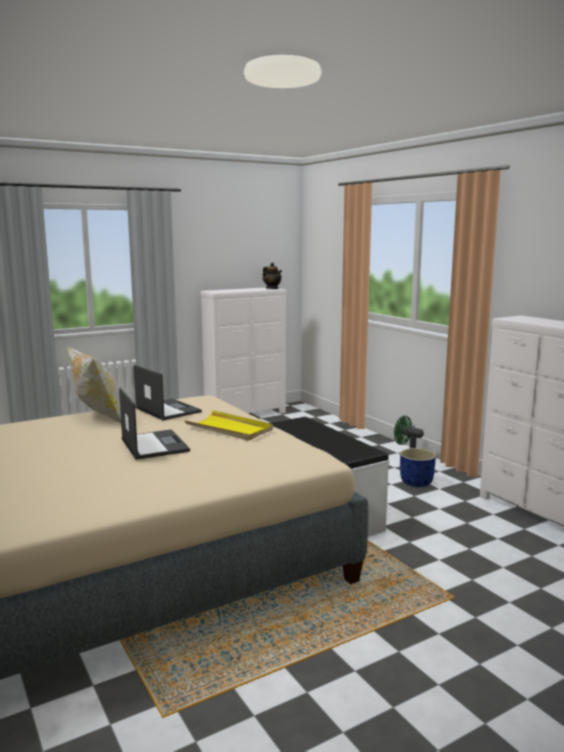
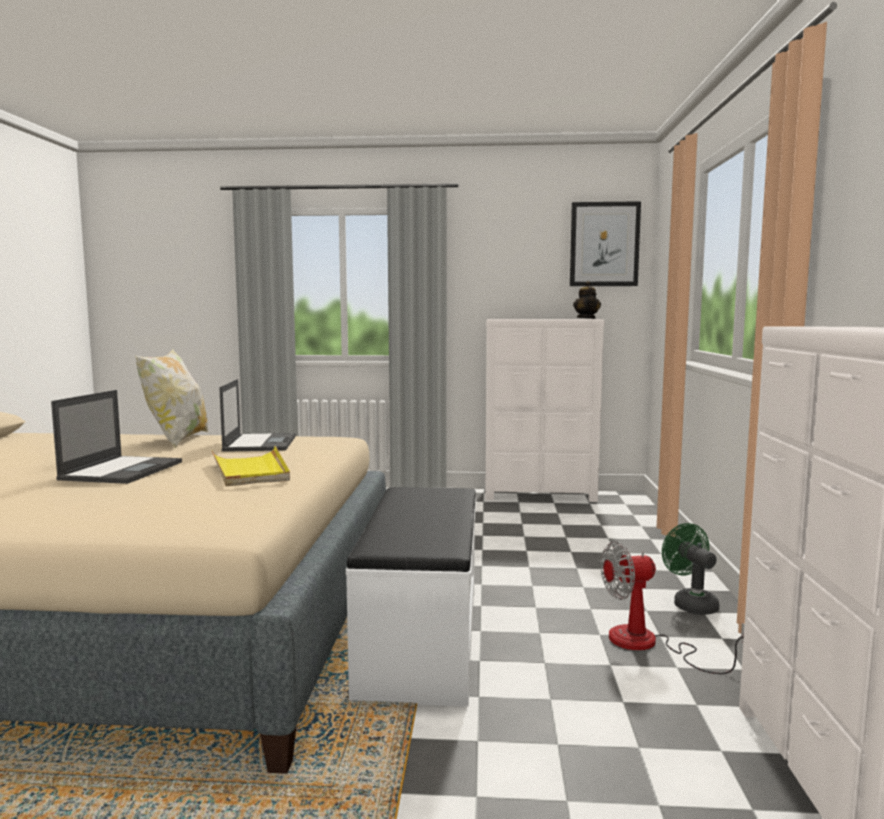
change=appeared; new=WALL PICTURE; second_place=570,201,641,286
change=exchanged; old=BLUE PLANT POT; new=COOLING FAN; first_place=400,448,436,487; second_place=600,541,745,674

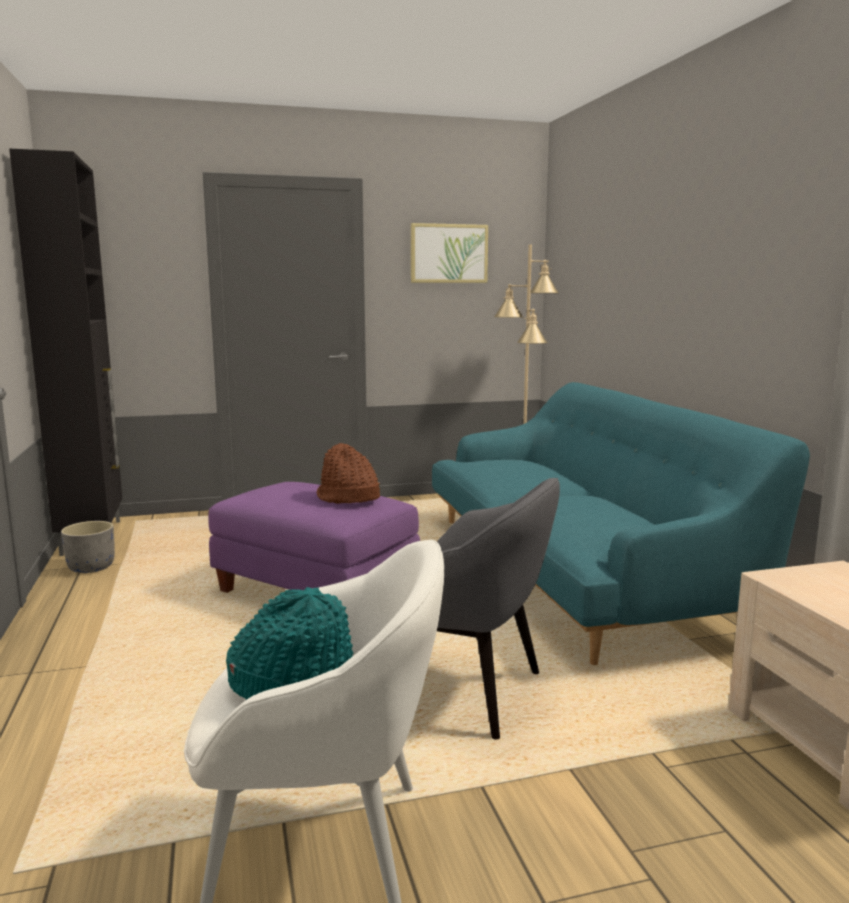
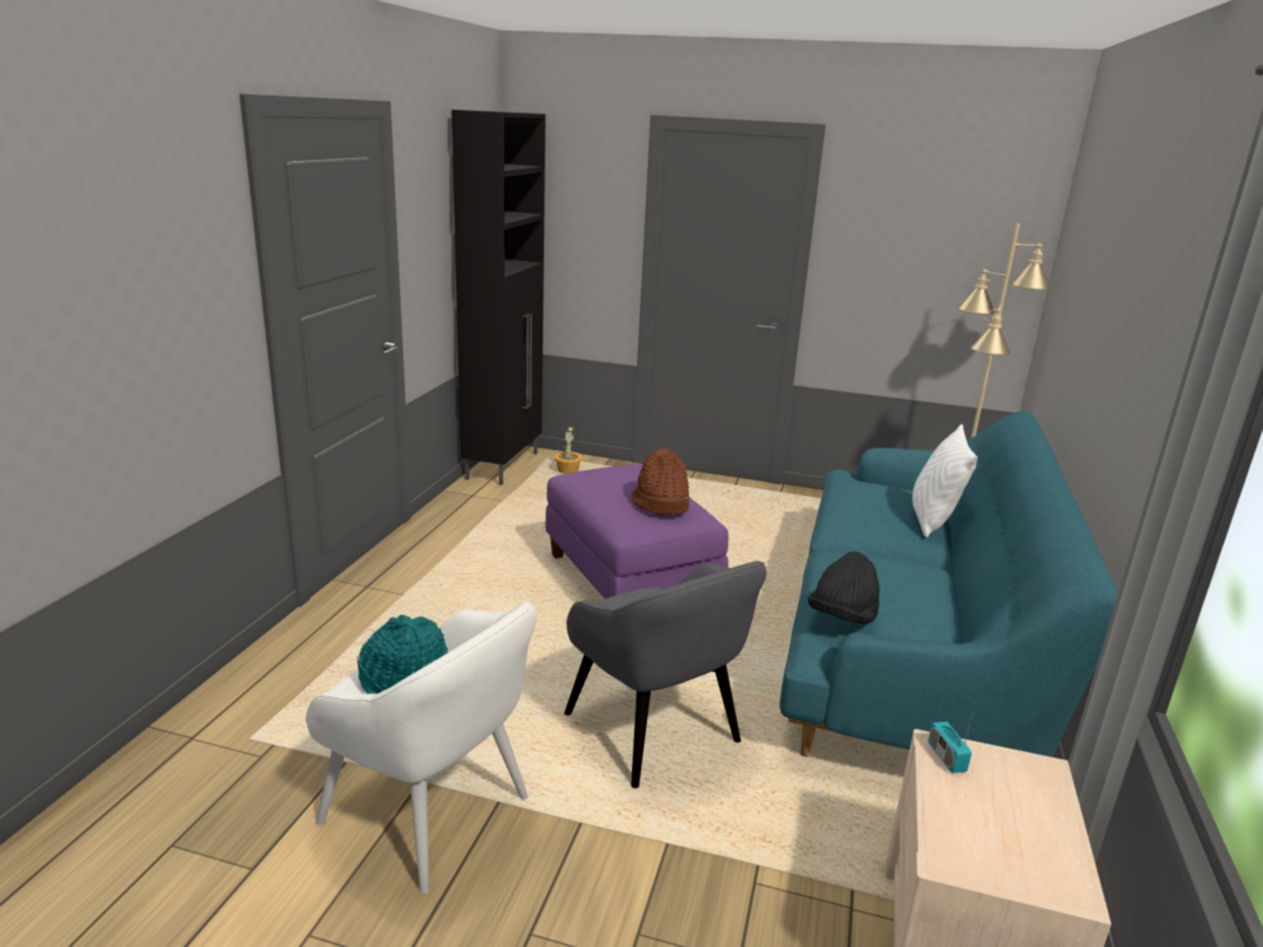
change=appeared; new=PLANT IN A POT; second_place=554,426,583,474
change=appeared; new=BLACK-COLOURED WEARABLE HAT; second_place=808,551,880,624
change=appeared; new=WHITE-COLOURED PILLOW; second_place=912,424,977,537
change=appeared; new=RADIO SET; second_place=928,707,974,773
change=missing; old=GREYISH PLANT POT; first_place=61,521,115,573
change=missing; old=WALL PICTURE; first_place=411,223,488,283

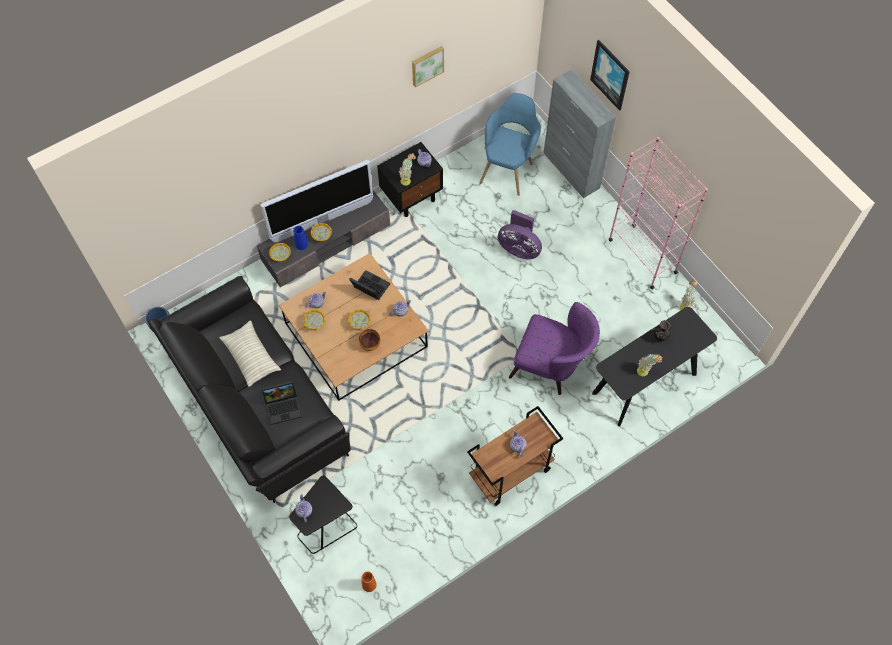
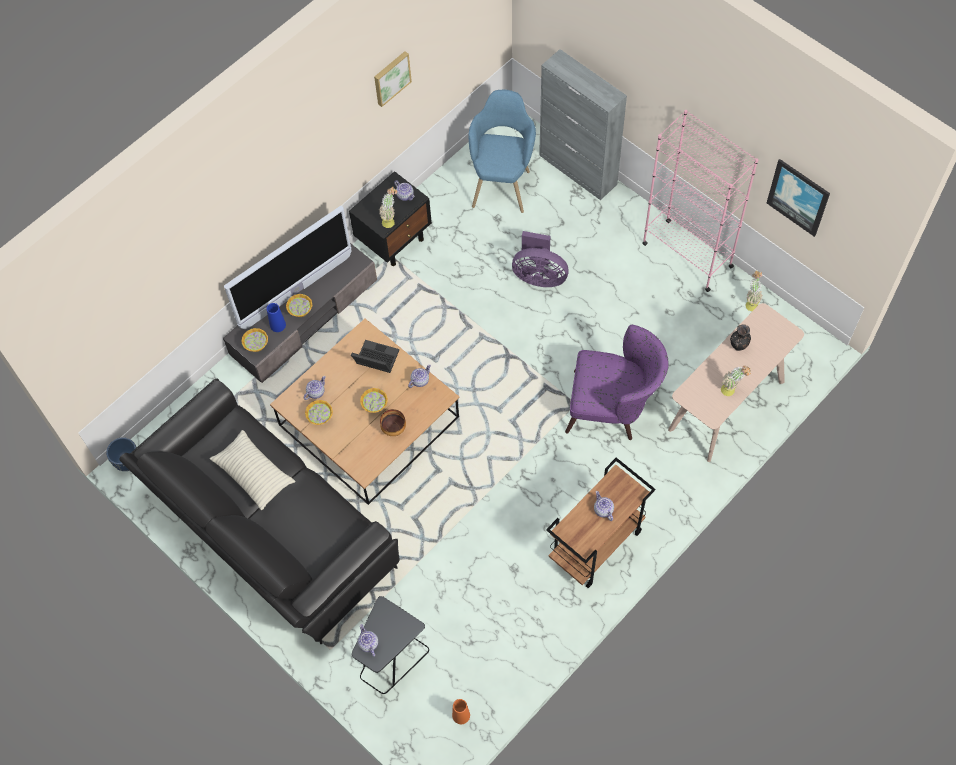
change=colour; old=BLACK-COLOURED HALL TABLE; new=BEIGE HALL TABLE; first_place=592,307,717,427; second_place=668,303,804,462
change=relocated; old=WALL PICTURE; first_place=590,40,630,111; second_place=767,159,830,237
change=missing; old=PORTABLE COMPUTER; first_place=261,381,302,425

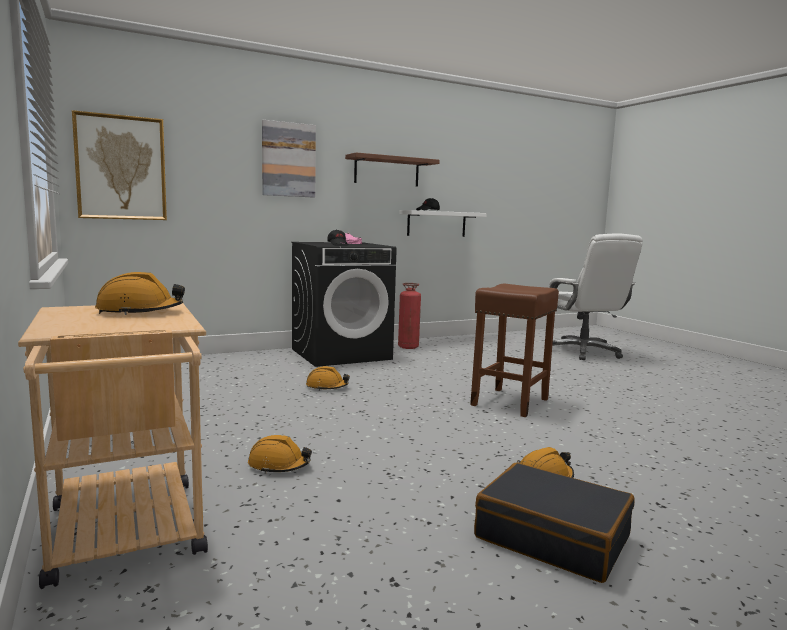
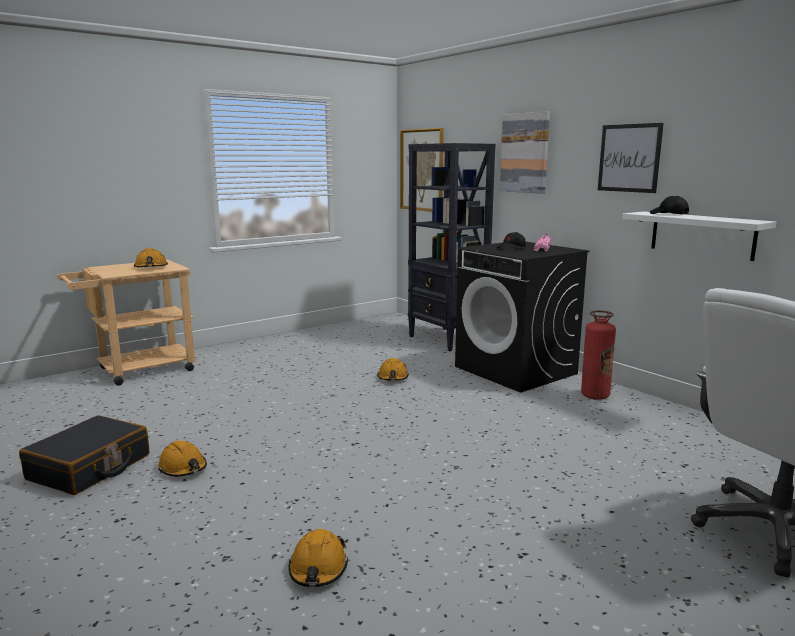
change=relocated; old=ORANGE HARD HAT; first_place=248,435,312,474; second_place=288,529,348,587
change=appeared; new=BLACK-COLOURED BOOKSHELF; second_place=408,143,495,351
change=exchanged; old=BROWN WALL SHELF; new=WALL PICTURE; first_place=345,152,440,187; second_place=598,123,664,193
change=missing; old=BROWN SITTING STOOL; first_place=470,284,559,417

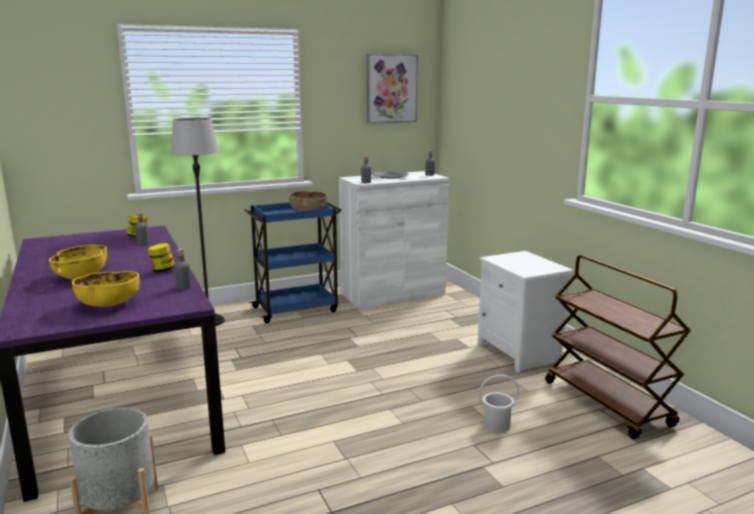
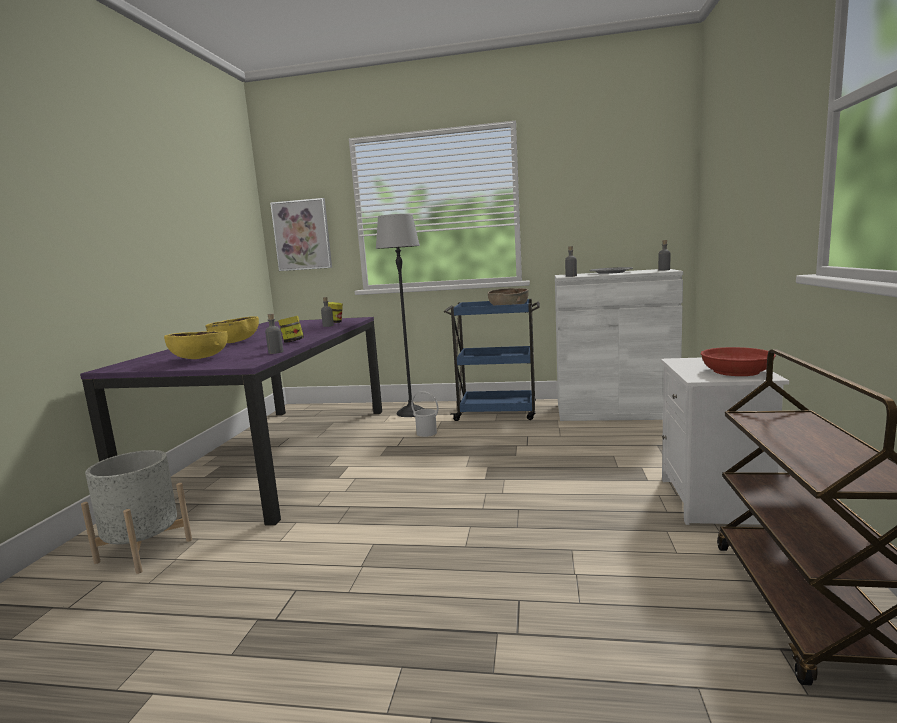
change=relocated; old=WALL PICTURE; first_place=367,54,418,124; second_place=270,198,332,271
change=relocated; old=WHITE-COLOURED PAIL; first_place=479,375,519,432; second_place=411,391,438,437
change=appeared; new=REDDISH DEEP DISH; second_place=701,347,776,376

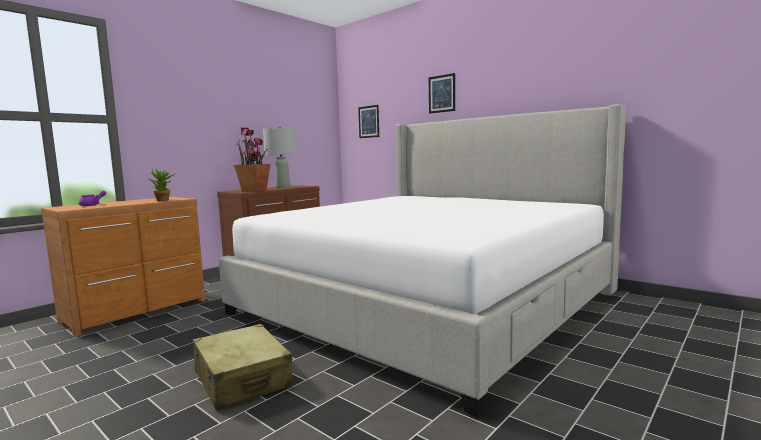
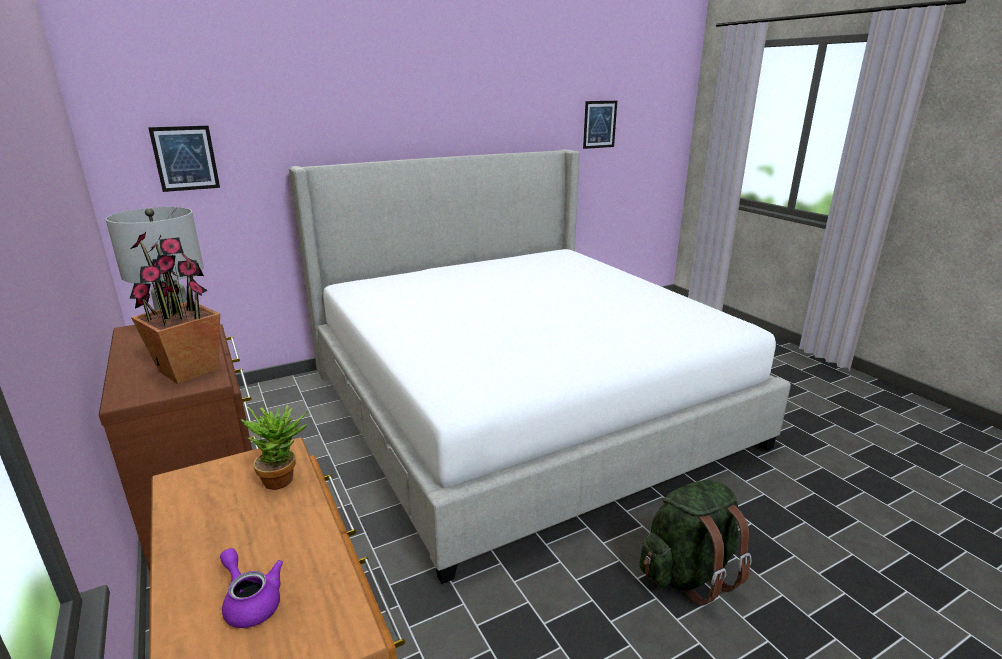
change=relocated; old=WALL PICTURE; first_place=429,73,455,114; second_place=583,101,617,149
change=exchanged; old=BEIGE PIECE OF LUGGAGE; new=GREEN-COLOURED RUCKSACK; first_place=193,324,293,410; second_place=640,480,752,606

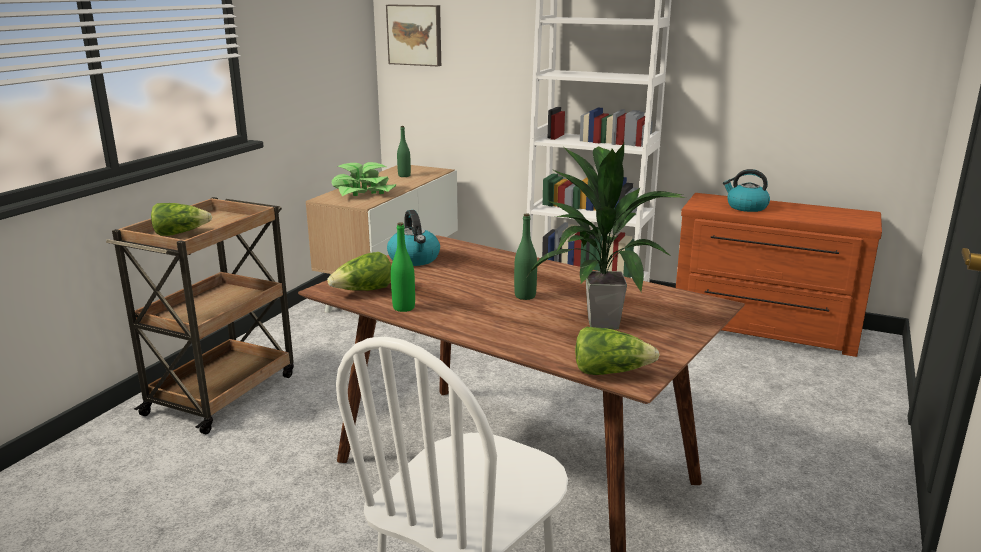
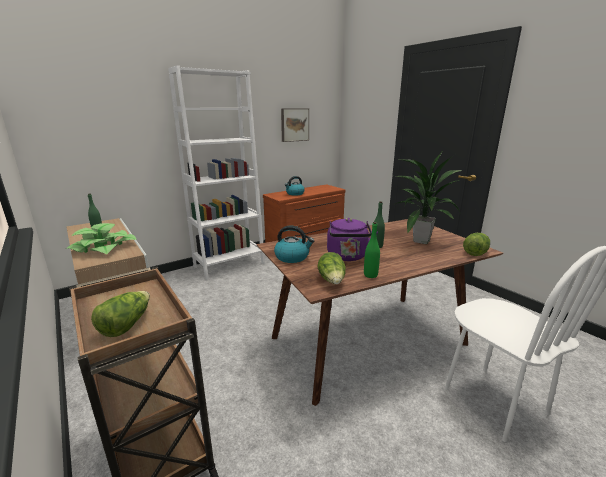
change=relocated; old=WALL PICTURE; first_place=386,5,441,66; second_place=281,108,309,142
change=appeared; new=PURPLISH WATER KETTLE; second_place=327,218,378,261

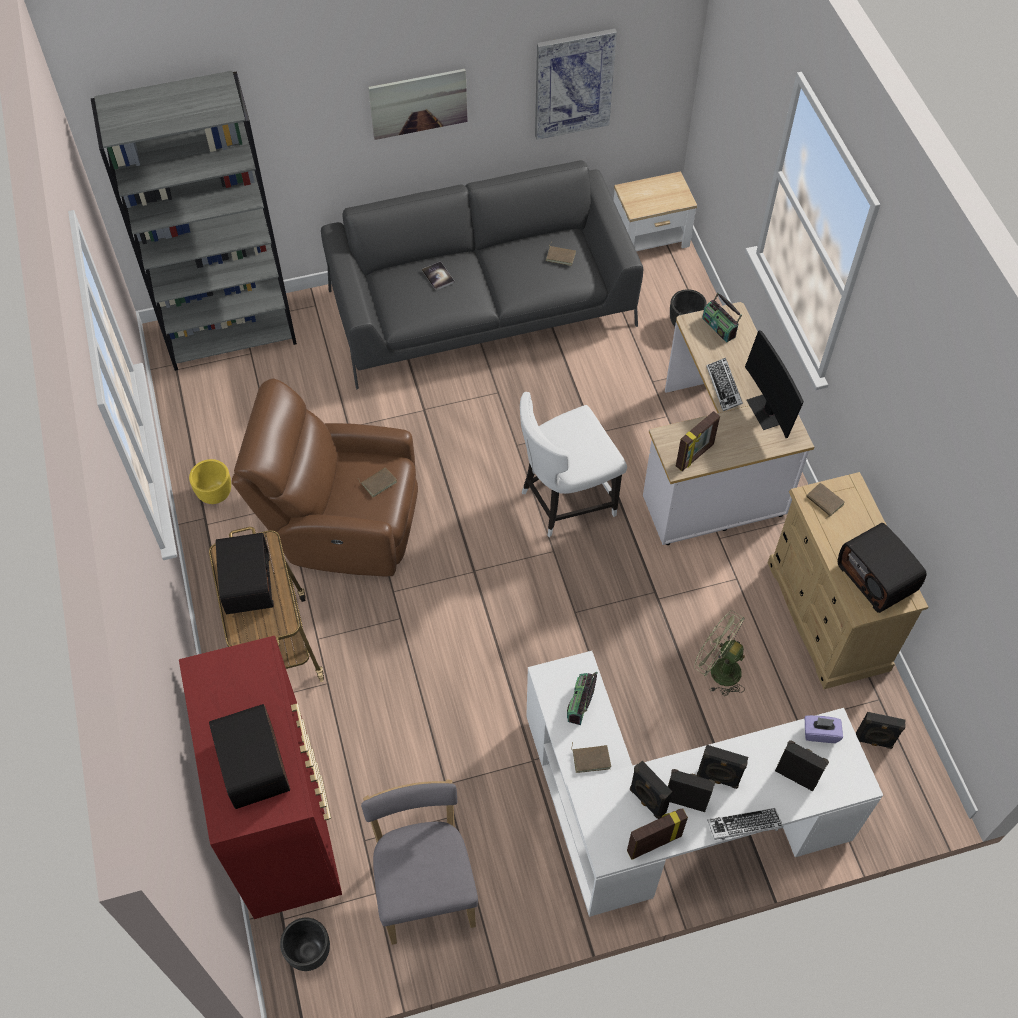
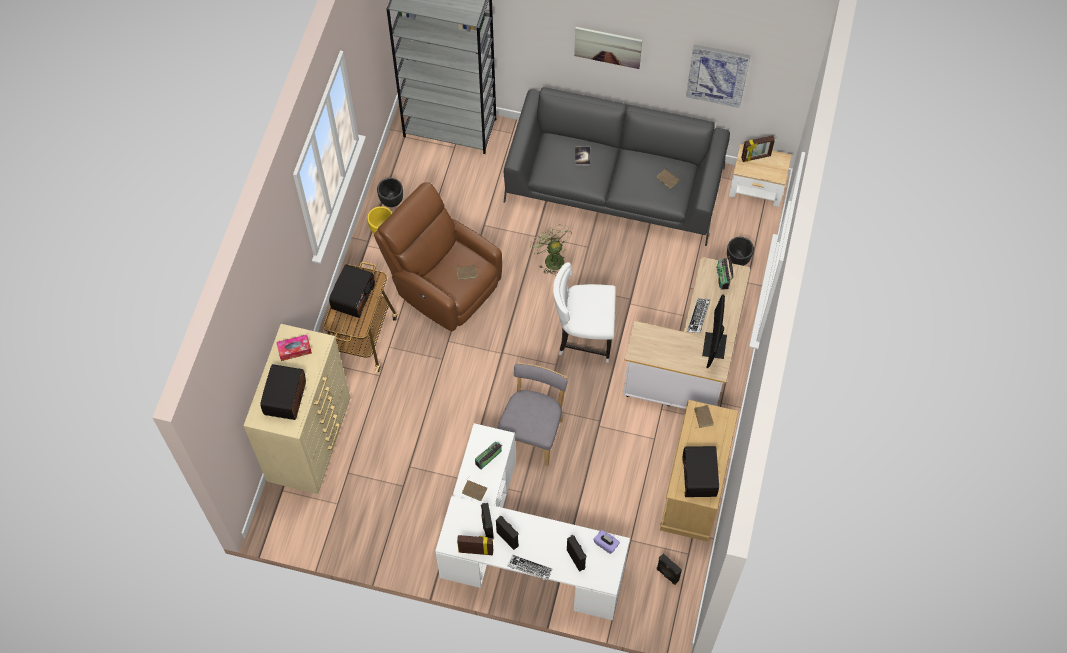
change=colour; old=REDDISH DRESSER; new=BEIGE DRESSER; first_place=179,636,342,919; second_place=243,324,350,494
change=appeared; new=TISSUE BOX; second_place=276,335,312,361
change=relocated; old=BLACK-COLOURED PLANT POT; first_place=280,917,330,971; second_place=377,178,403,207
change=relocated; old=GREYISH CHAIR; first_place=361,780,478,945; second_place=497,362,568,466
change=relocated; old=GREEN-COLOURED COOLING FAN; first_place=694,610,745,696; second_place=530,224,572,276
change=relocated; old=PHOTO FRAME; first_place=676,411,720,471; second_place=741,135,775,162
change=missing; old=BLACK-COLOURED SPEAKER; first_place=697,745,748,789

